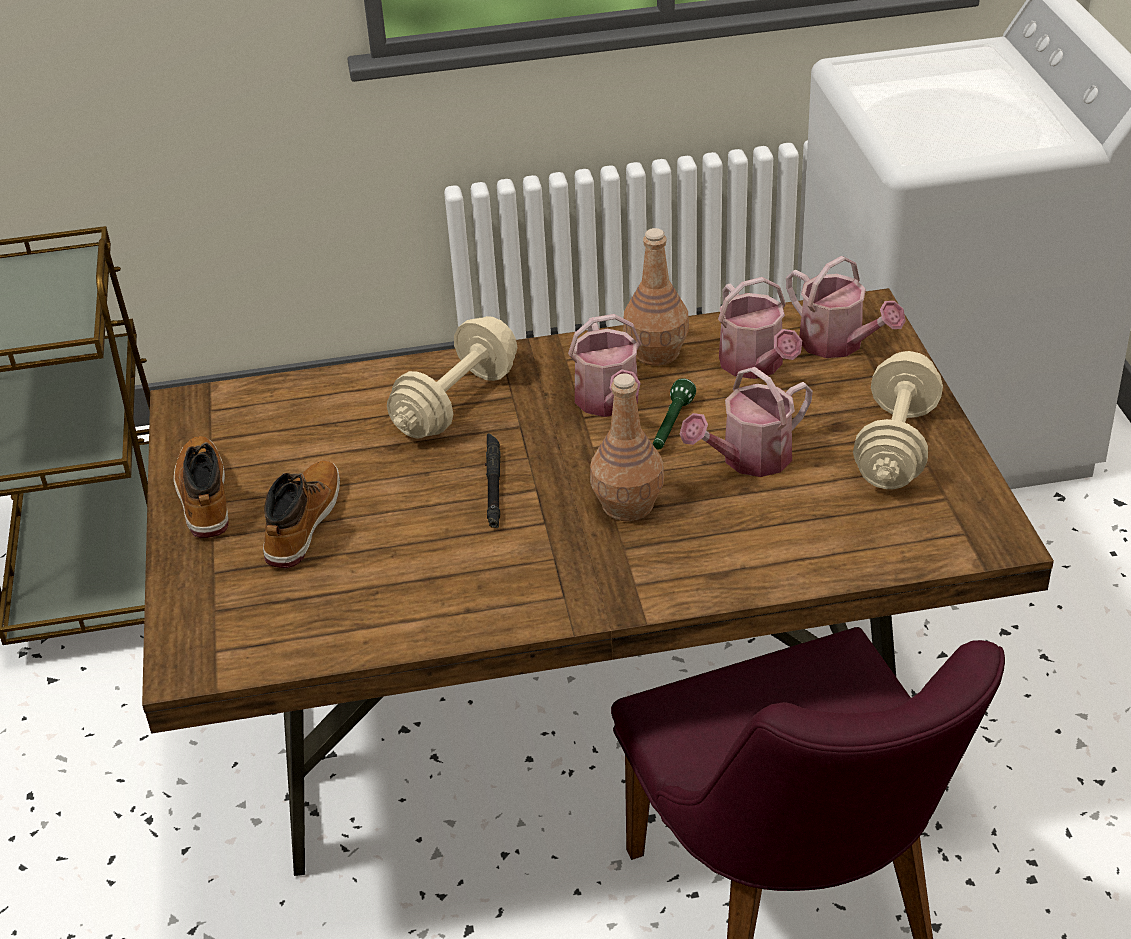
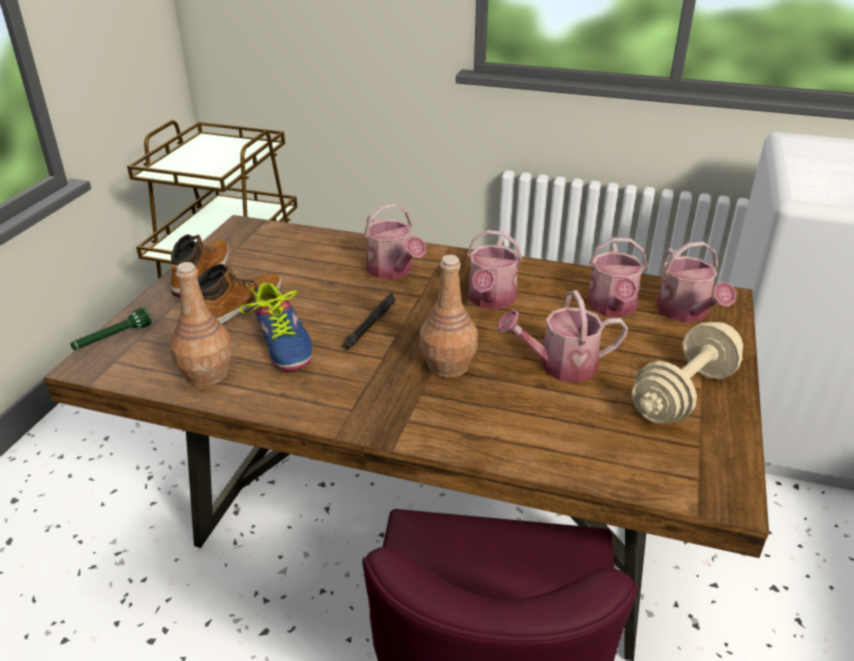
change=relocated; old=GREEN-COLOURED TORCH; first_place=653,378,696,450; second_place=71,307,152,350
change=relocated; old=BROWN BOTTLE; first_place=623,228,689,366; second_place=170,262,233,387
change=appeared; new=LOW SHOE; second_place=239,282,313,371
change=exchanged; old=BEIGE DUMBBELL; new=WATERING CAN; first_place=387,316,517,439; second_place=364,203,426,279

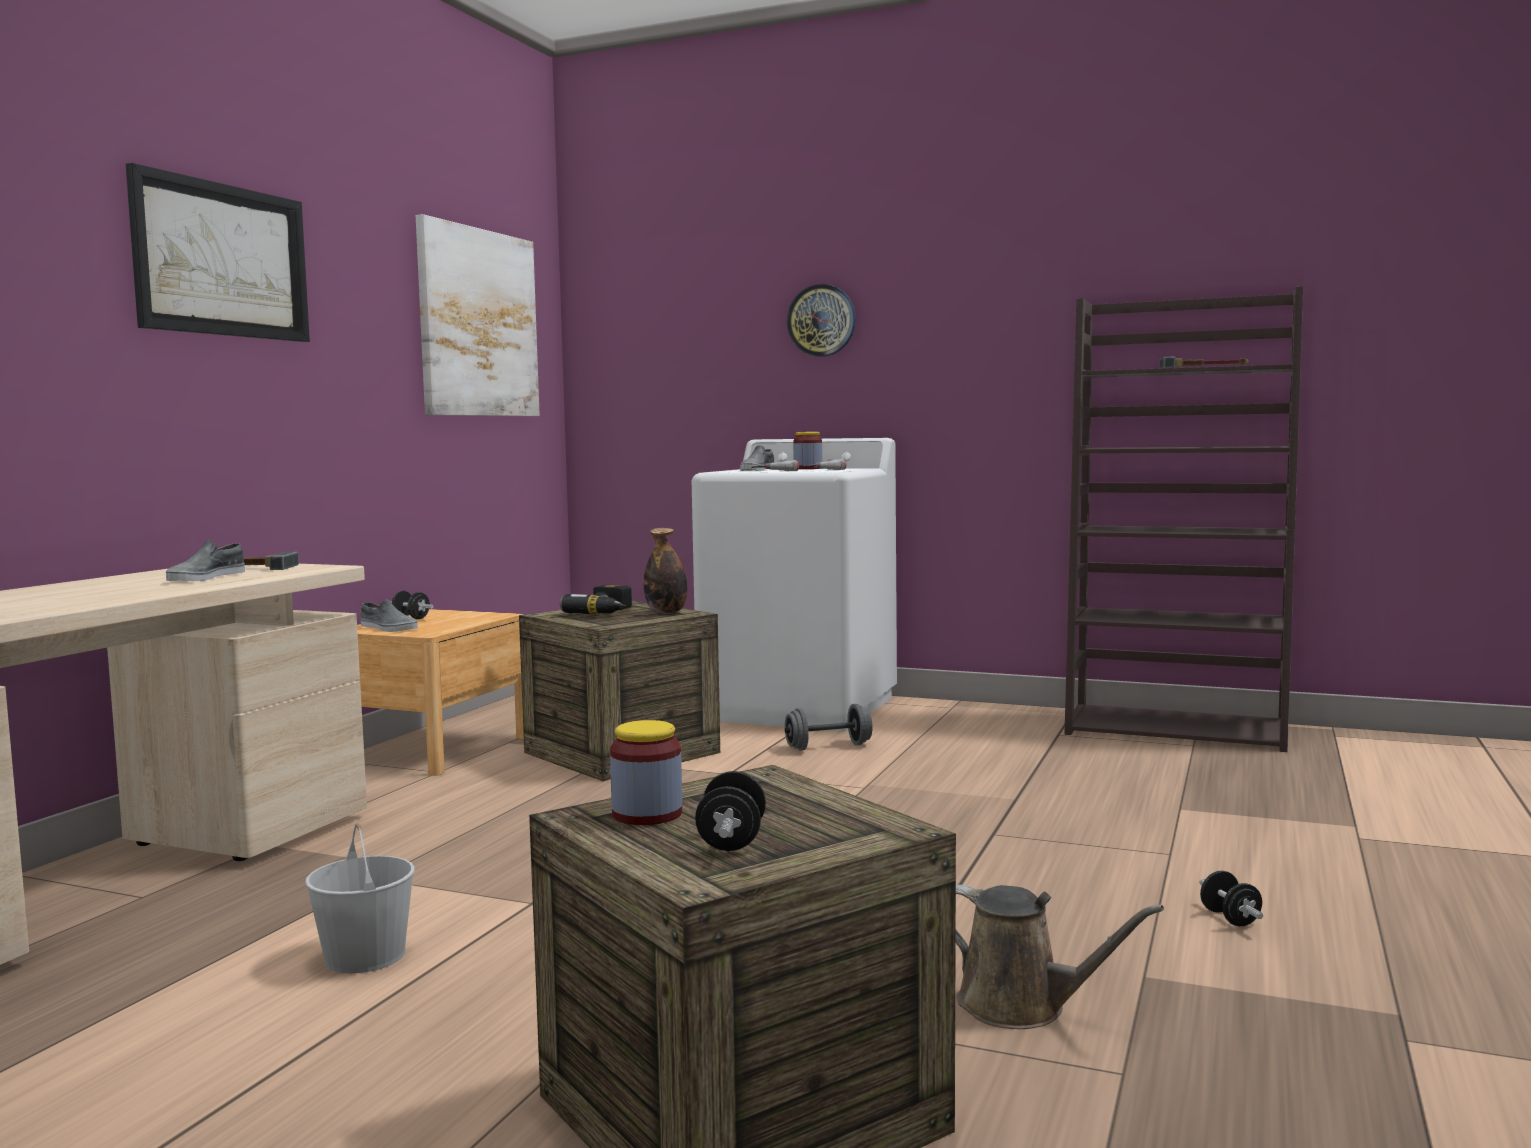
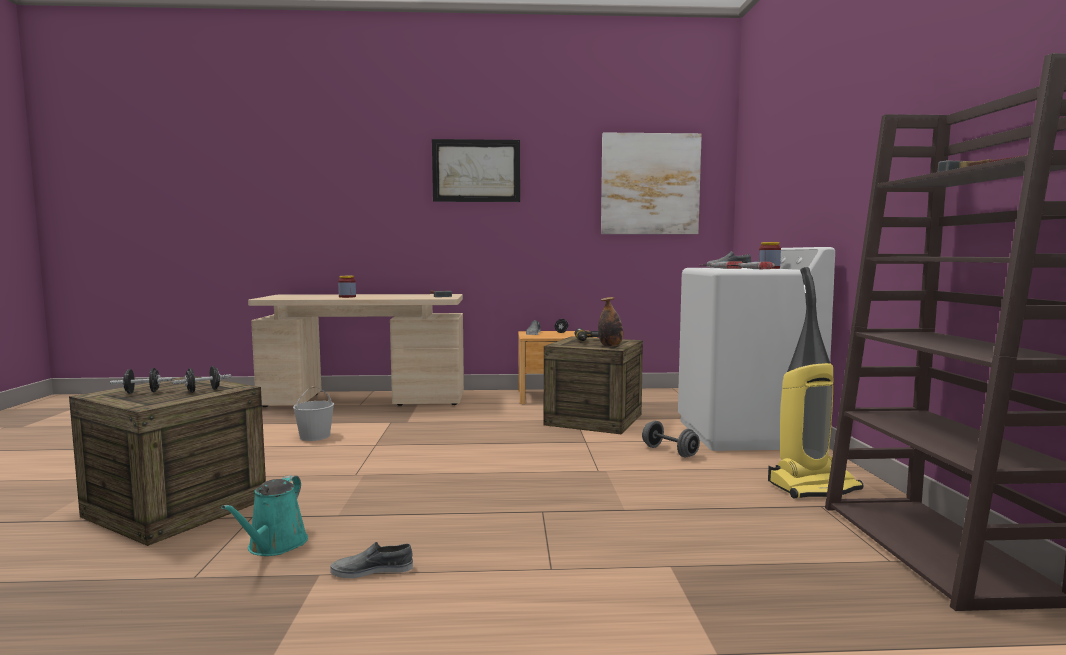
change=relocated; old=BLACK-COLOURED DUMBBELL; first_place=1199,871,1263,926; second_place=172,366,231,393
change=colour; old=BROWN WATERING CAN; new=TURQUOISE WATERING CAN; first_place=956,885,1164,1029; second_place=221,475,308,556
change=relocated; old=GREYISH LOW SHOE; first_place=166,541,245,581; second_place=330,542,413,578
change=relocated; old=JAR; first_place=610,720,682,825; second_place=338,276,356,298
change=appeared; new=VACUUM CLEANER; second_place=768,267,864,499
change=missing; old=CLOCK ON THE WALL; first_place=787,284,856,357

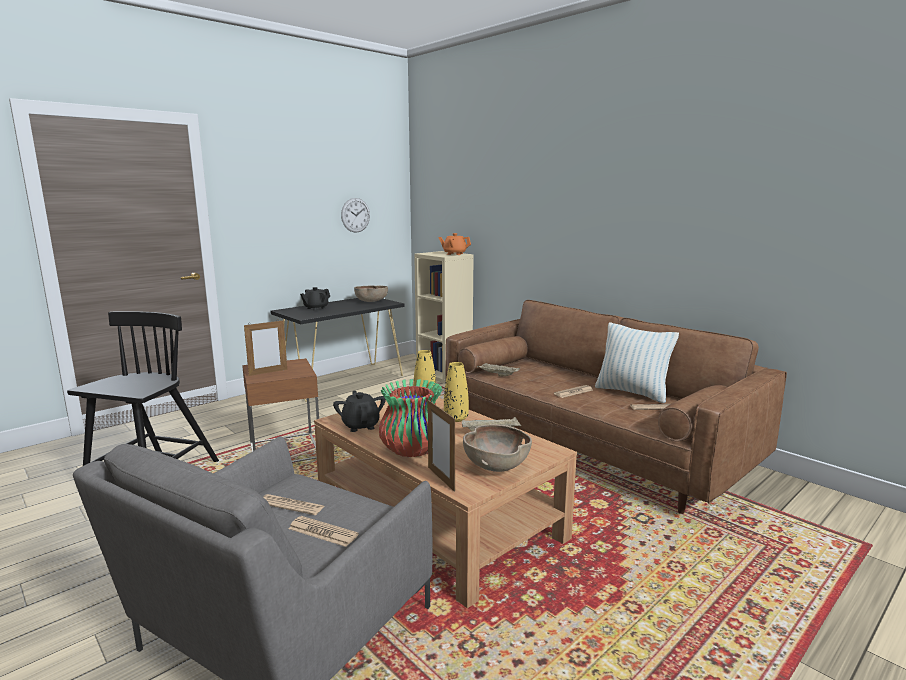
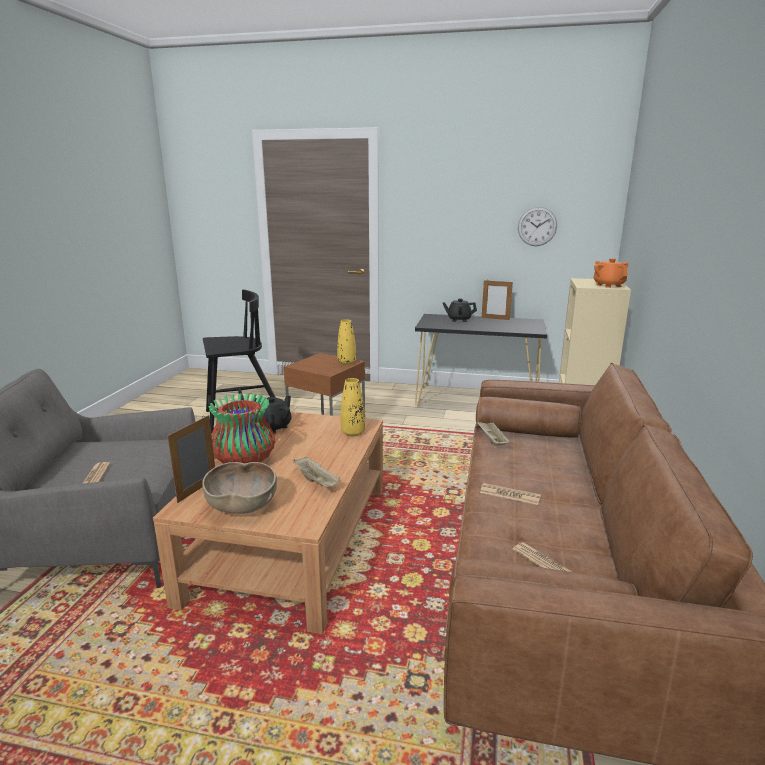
change=relocated; old=YELLOW FLOWER VASE; first_place=444,362,469,422; second_place=337,319,356,365
change=relocated; old=PHOTO FRAME; first_place=244,320,287,376; second_place=482,279,513,320
change=missing; old=DAILY PAPER; first_place=263,494,325,515
change=missing; old=BROWN DEEP DISH; first_place=354,285,388,302
change=missing; old=PILLOW; first_place=595,322,679,403

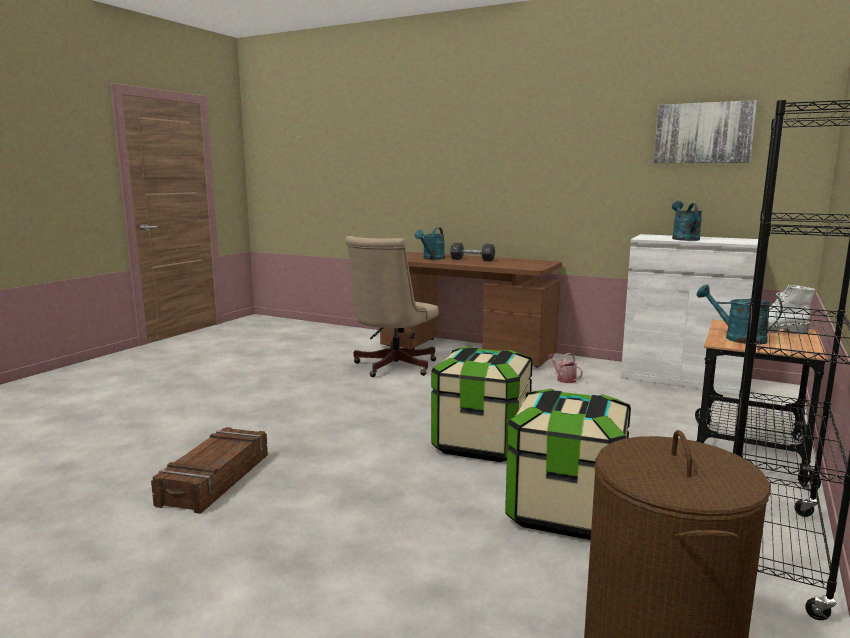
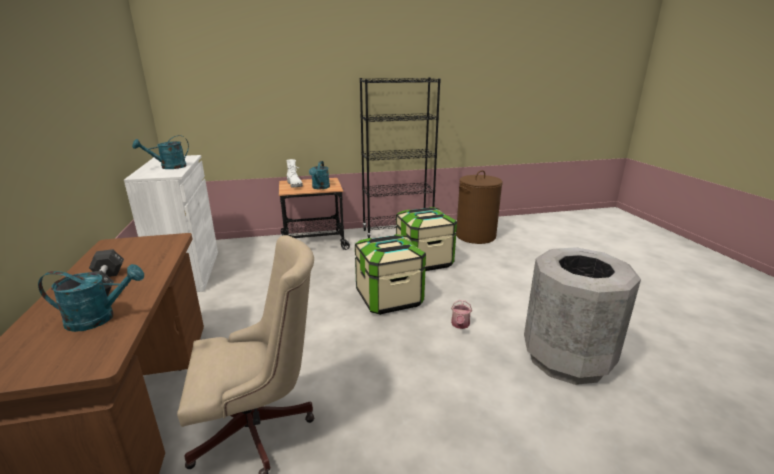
change=relocated; old=WATERING CAN; first_place=547,353,583,383; second_place=451,300,472,329
change=exchanged; old=PACKING CRATE; new=GREYISH WASTE BIN; first_place=151,427,268,514; second_place=524,247,641,385
change=missing; old=WALL PICTURE; first_place=654,100,757,163

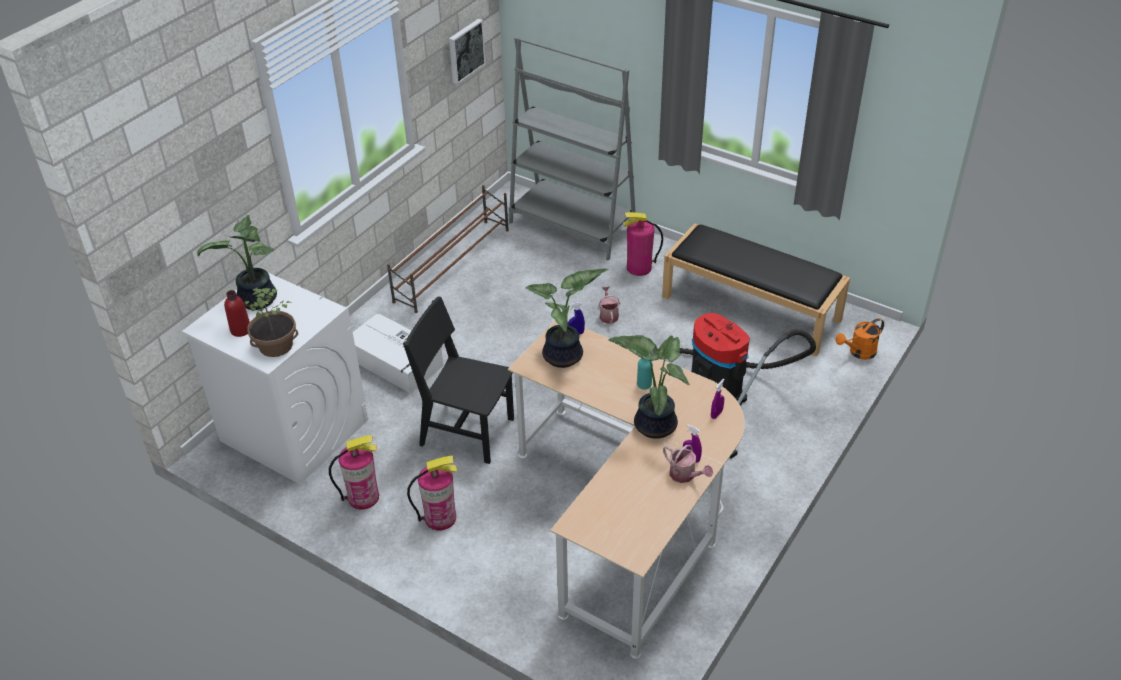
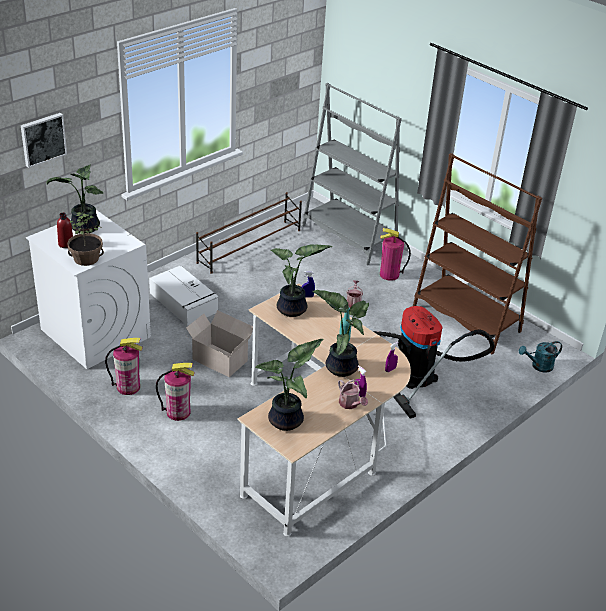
change=relocated; old=WALL PICTURE; first_place=449,19,486,84; second_place=21,113,67,168
change=exchanged; old=BLACK-COLOURED CHAIR; new=CARTON; first_place=403,297,514,464; second_place=186,310,253,377
change=appeared; new=PLANT IN A POT; second_place=255,339,324,431
change=exchanged; old=BLACK-COLOURED INDOOR BENCH; new=BROWN BOOKSHELF; first_place=662,223,850,356; second_place=413,153,542,354
change=colour; old=ORANGE WATERING CAN; new=TURQUOISE WATERING CAN; first_place=835,318,884,360; second_place=519,341,562,373

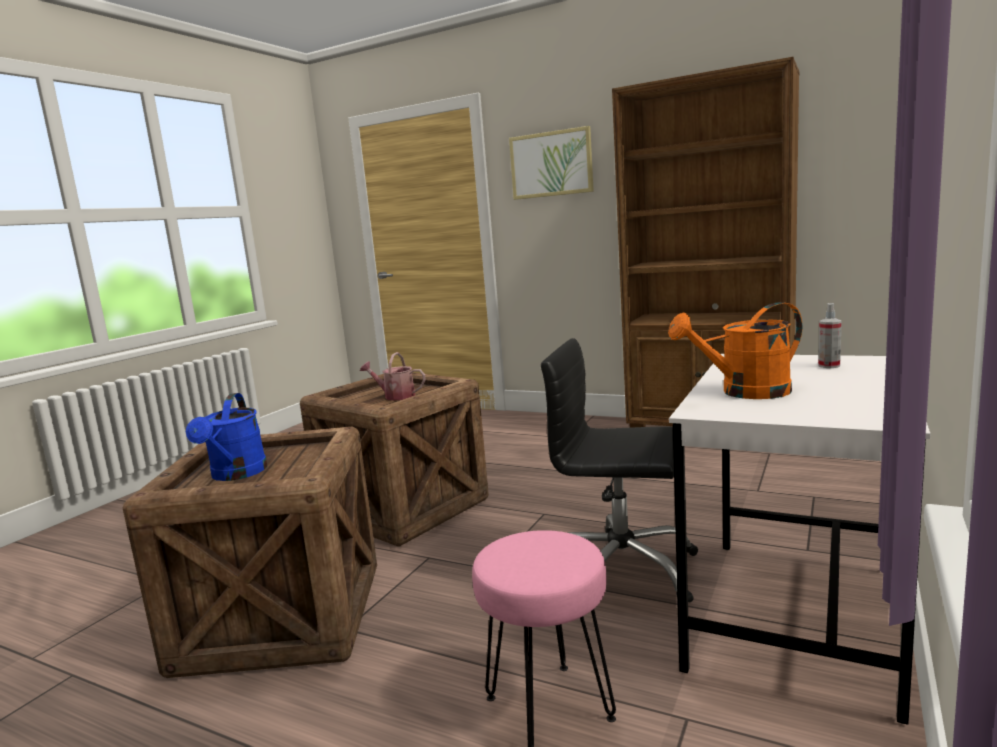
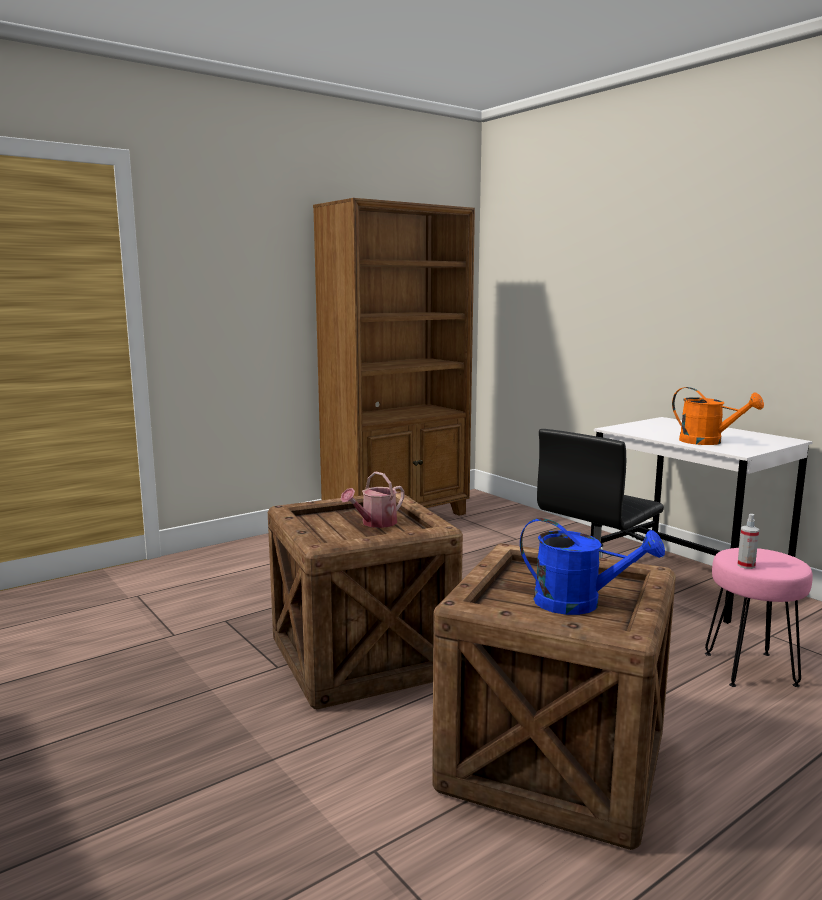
change=spun; old=ORANGE WATERING CAN; first_place=668,302,802,399; second_place=672,387,764,445; degrees=-60
change=relocated; old=HAND SPRAYER; first_place=818,303,842,368; second_place=737,514,759,569
change=missing; old=WALL PICTURE; first_place=509,126,594,200

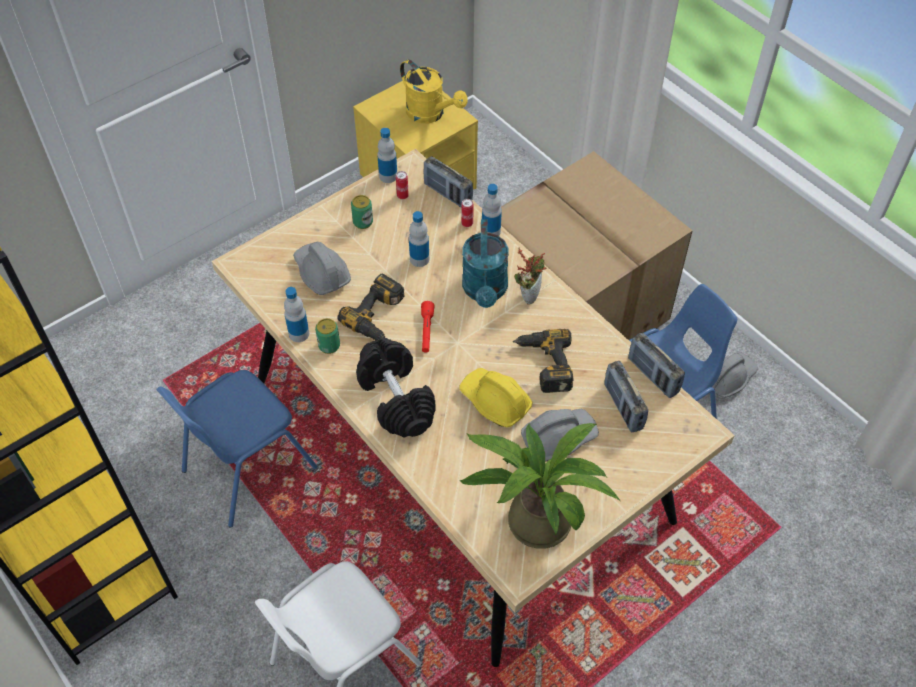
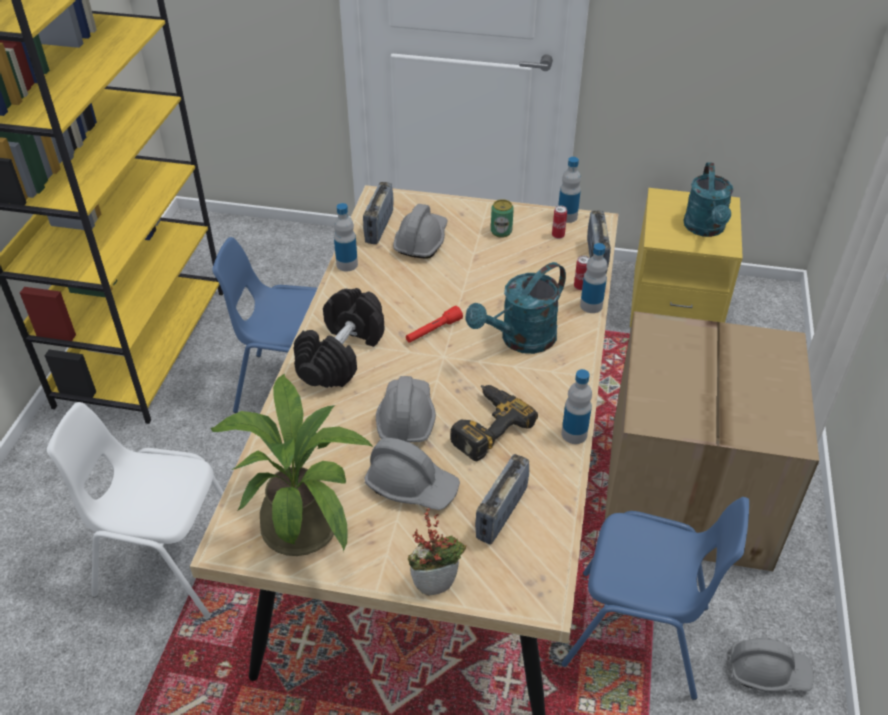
change=relocated; old=RADIO SET; first_place=628,332,685,398; second_place=363,182,393,244
change=colour; old=YELLOW HARD HAT; new=GREYISH HARD HAT; first_place=459,368,533,427; second_place=376,376,436,442
change=relocated; old=PLANT IN A POT; first_place=514,247,547,304; second_place=408,508,466,596
change=relocated; old=BOTTLE; first_place=409,211,429,267; second_place=561,369,592,444
change=colour; old=YELLOW WATERING CAN; new=TURQUOISE WATERING CAN; first_place=400,60,468,123; second_place=683,162,734,237
change=missing; old=METAL CAN; first_place=315,318,340,354
change=missing; old=POWER DRILL; first_place=338,274,405,340

